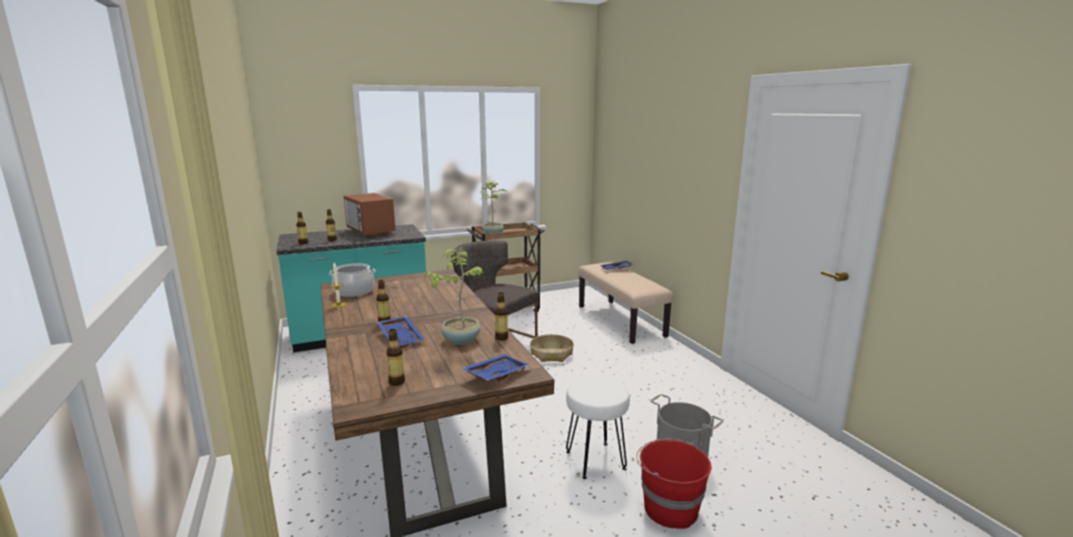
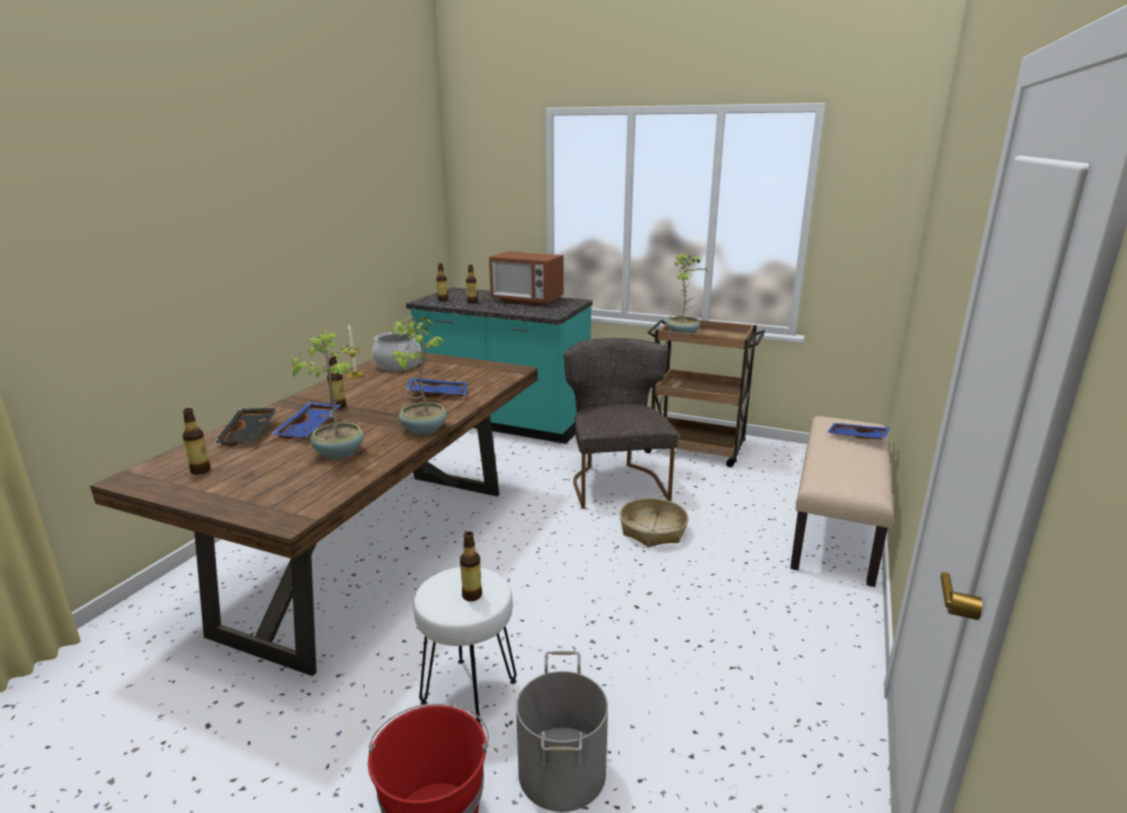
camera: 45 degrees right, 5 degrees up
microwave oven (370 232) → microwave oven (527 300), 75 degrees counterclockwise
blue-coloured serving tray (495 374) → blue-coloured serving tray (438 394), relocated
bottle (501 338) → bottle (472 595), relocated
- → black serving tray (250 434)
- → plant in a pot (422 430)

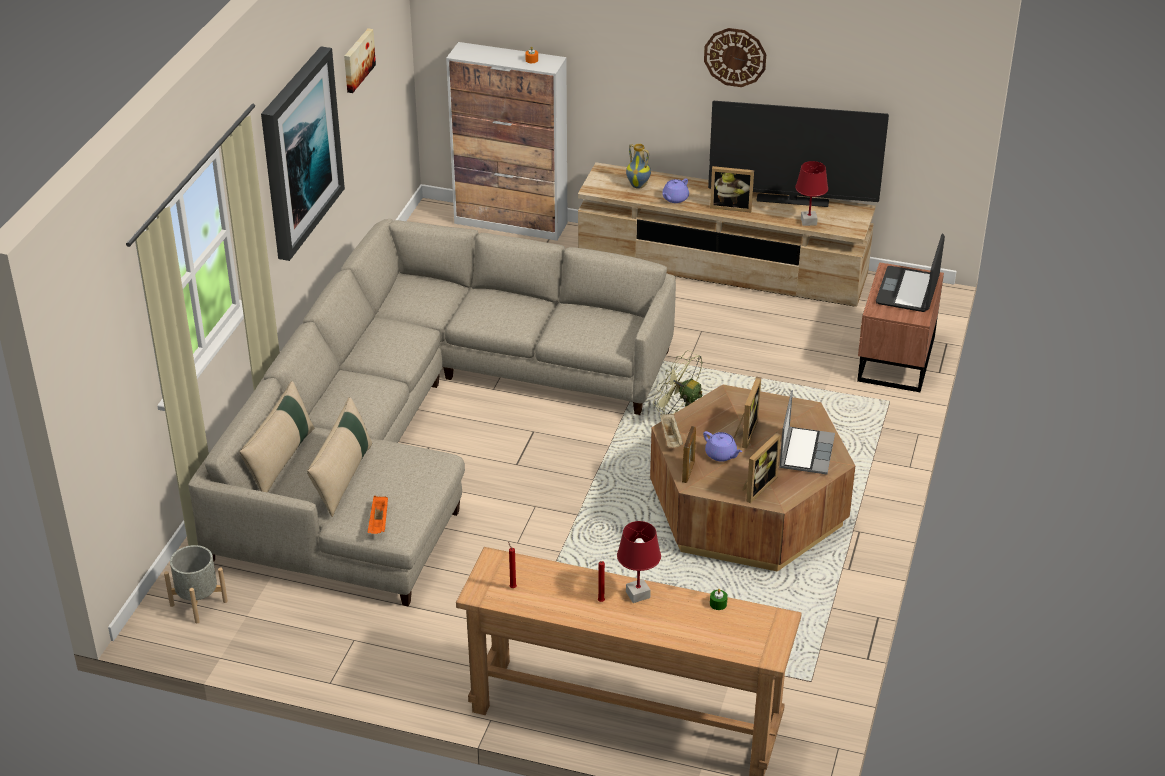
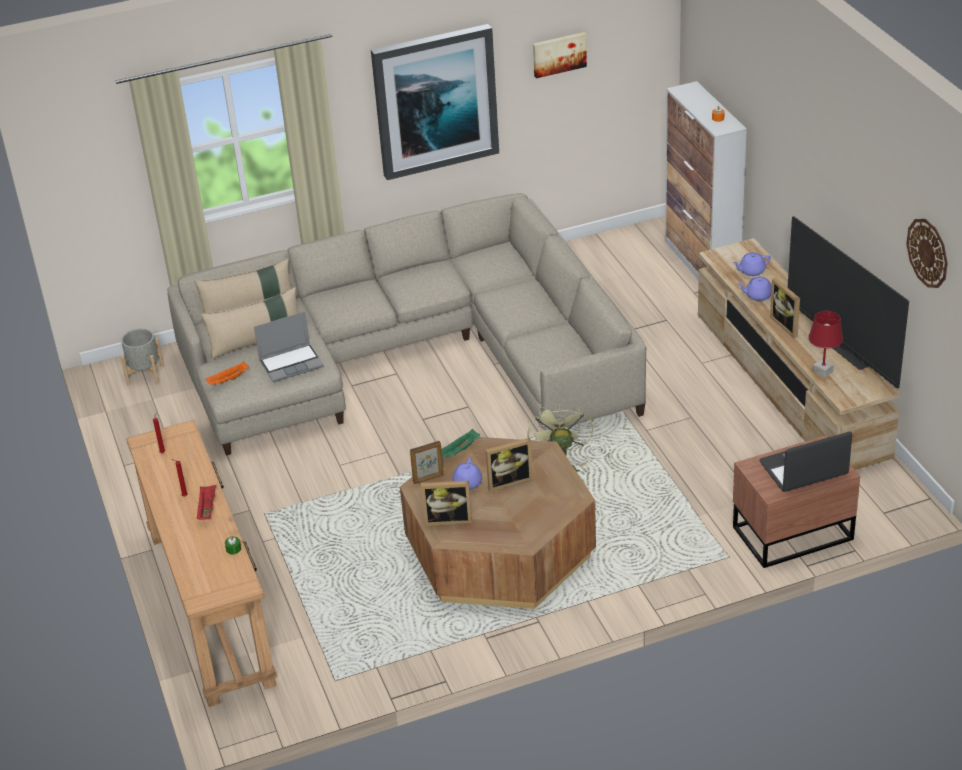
camera: 55 degrees right, 0 degrees up
red lamp for a table (637 595) → red serving tray (207 508)
decorative vase (638 185) → purple tea pot (751 271)
sand-coloured serving tray (671 438) → green-coloured serving tray (459 451)
hanging clock (735 57) → hanging clock (928 252), relocated
portable computer (805 451) → portable computer (292 363), relocated

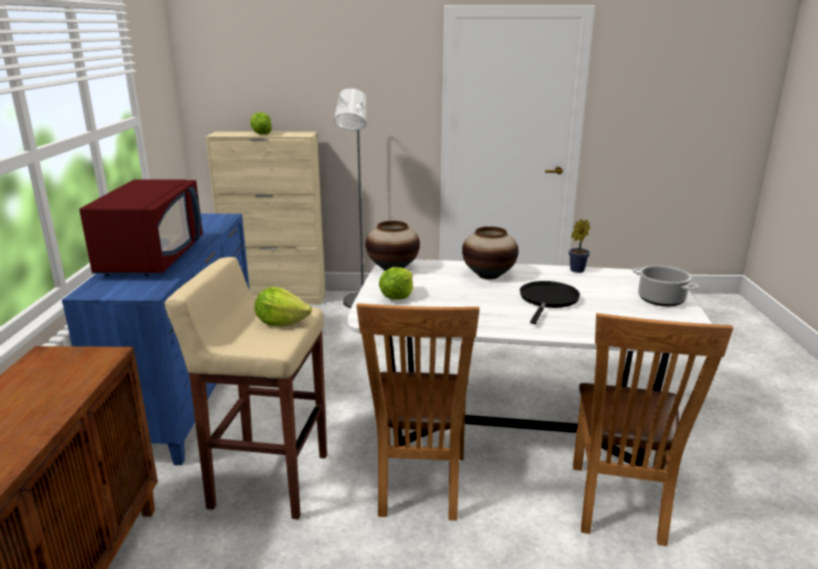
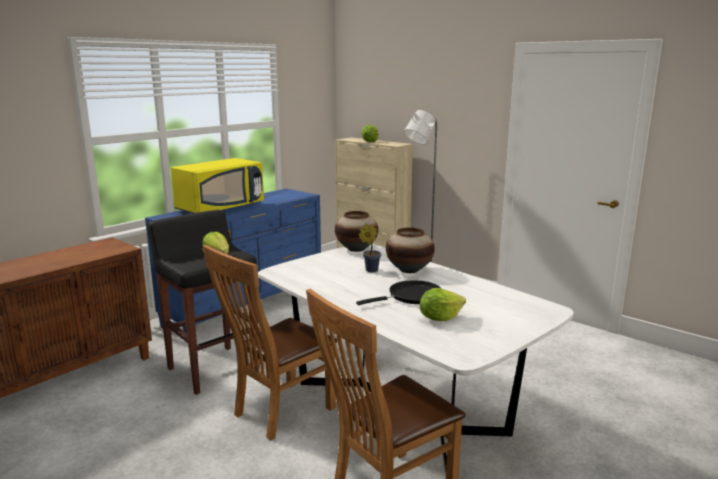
camera: 40 degrees right, 5 degrees down
red microwave oven (152 258) → yellow-coloured microwave oven (221 208)
sand-coloured stool (268 480) → black stool (213 369)
head of lettuce (397 297) → head of lettuce (440 318), relocated
plant in a pot (575 270) → plant in a pot (370 270), relocated
saucepot (661 299) → -

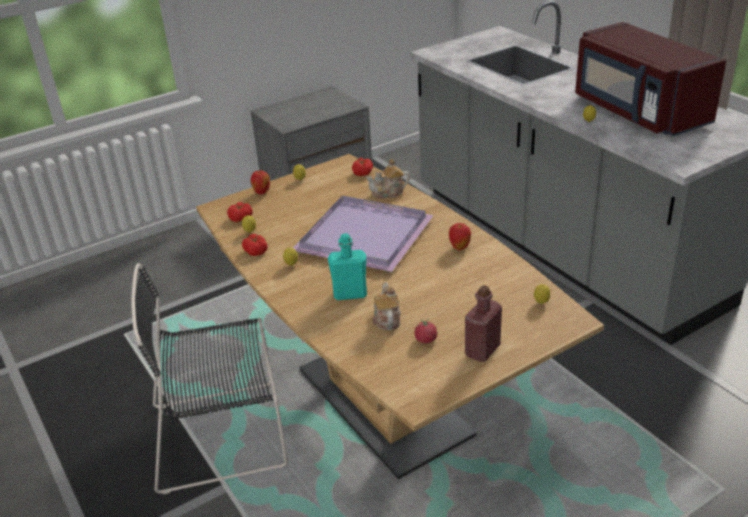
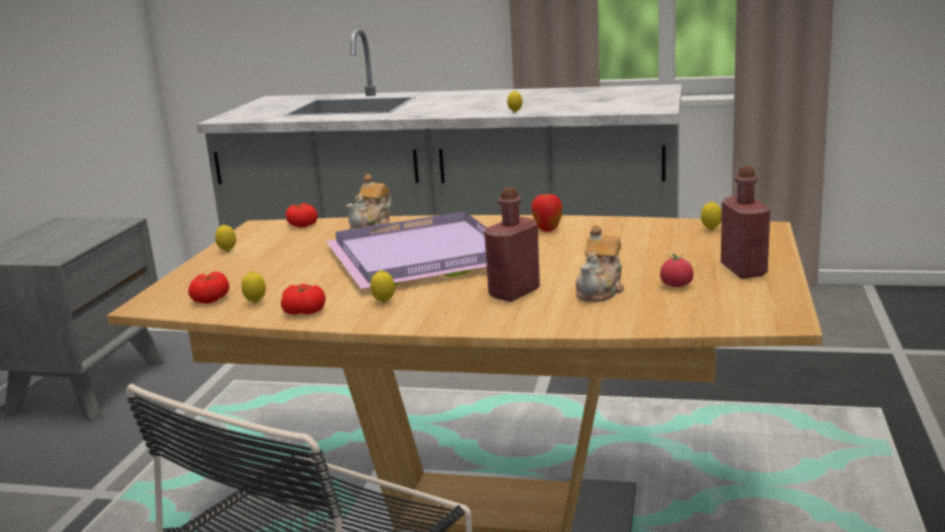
camera: 45 degrees left, 15 degrees down
apple fruit (262 192) → -
blue-green bottle (350 294) → red bottle (514 293)
tea pot (386 319) → tea pot (600 291), 105 degrees counterclockwise
red microwave oven (638 112) → -

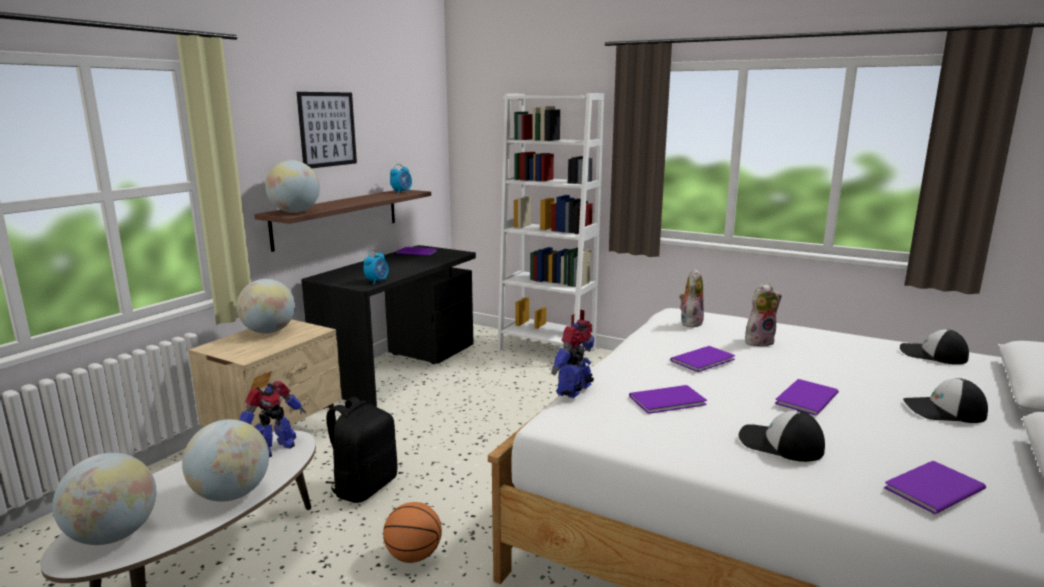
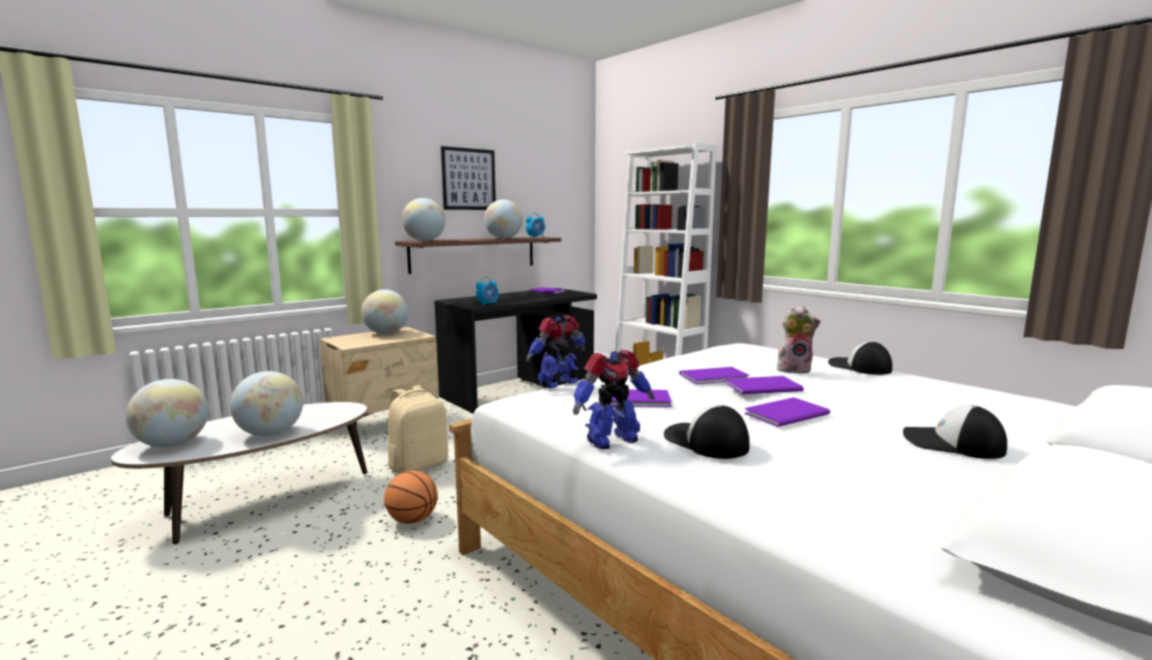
camera: 20 degrees right, 5 degrees down
toy robot (274 448) → toy robot (611 440), relocated
black knapsack (364 486) → sand-coloured knapsack (418 465)
cuddly toy (690 322) → -
purple bound book (930 488) → purple bound book (761 386), relocated
cap (932 354) → cap (859 367), relocated
- → world globe (504 238)

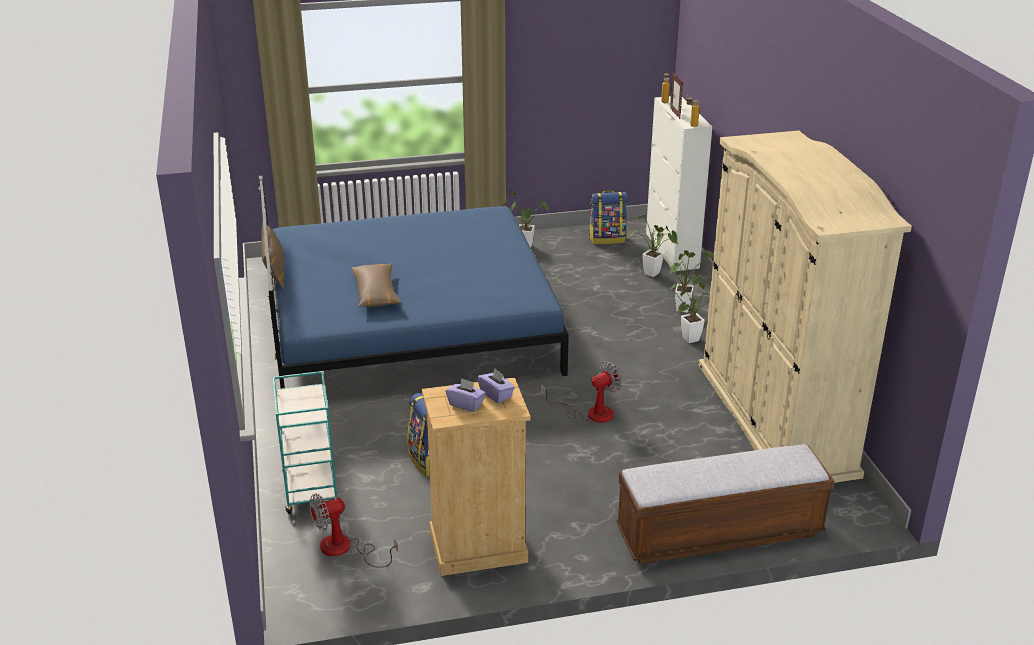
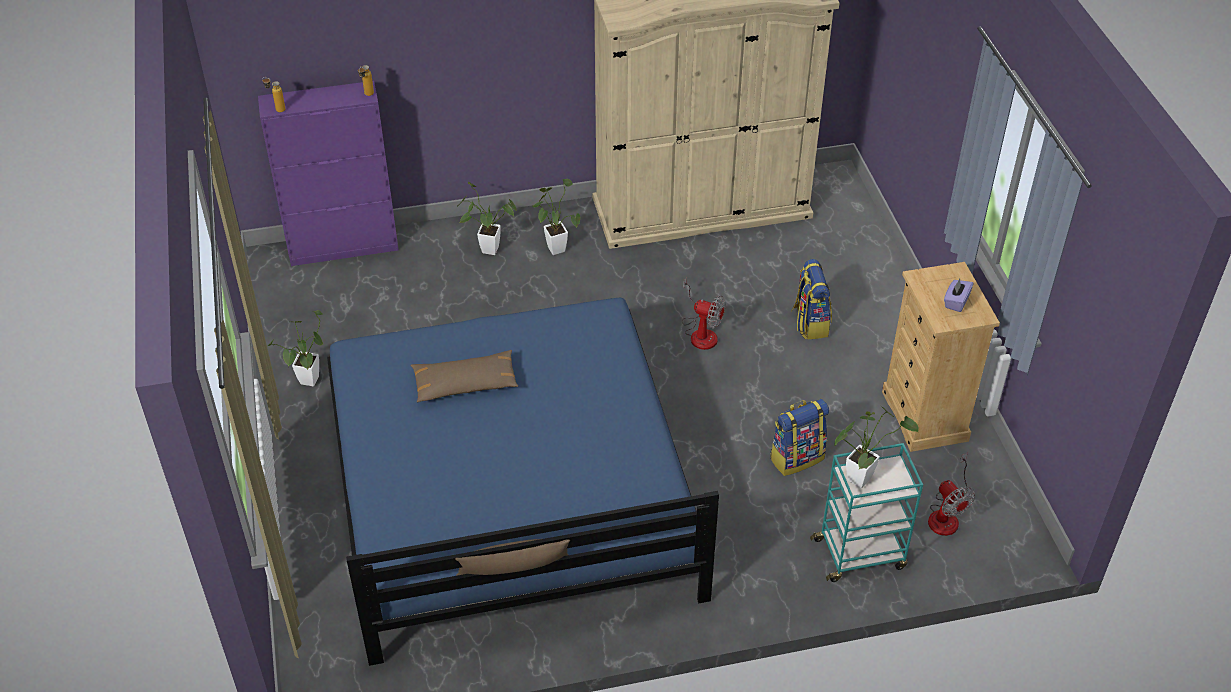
camera: 90 degrees left, 15 degrees up
brownish pillow (376 293) → brownish pillow (465 384), relocated
purple tissue holder (496 395) → -
cooling fan (590 413) → cooling fan (701 332), 150 degrees clockwise
knapsack (607 239) → knapsack (809 323), relocated
bench (719 533) → -
plant in a pot (654 275) → plant in a pot (862 476), relocated
whitish cabinet (672 250) → purple cabinet (344 247)
photo frame (675 114) → -

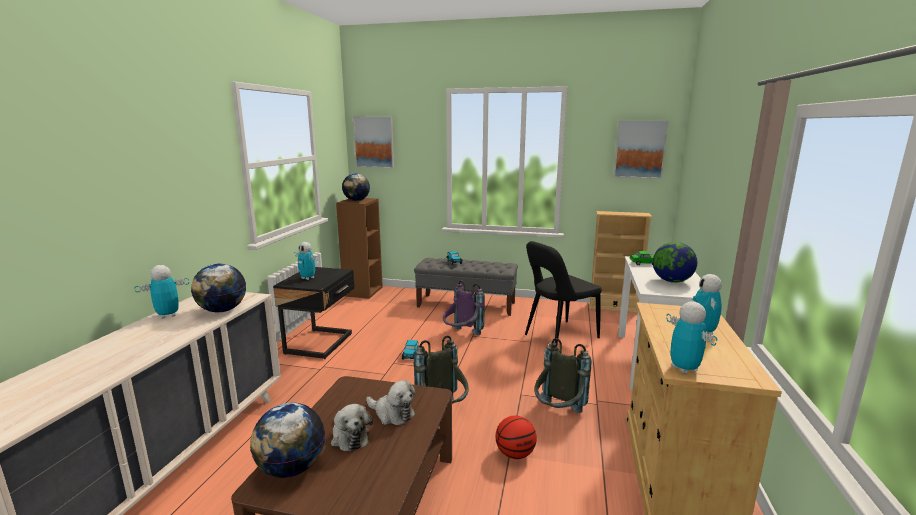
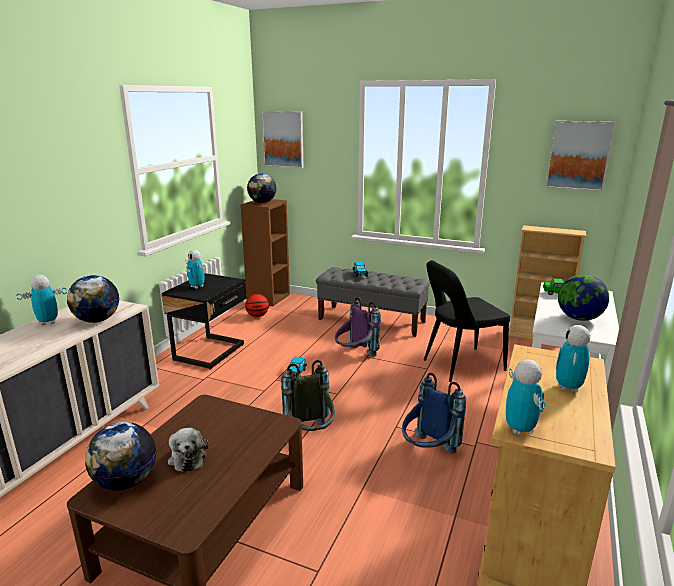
camera: 10 degrees right, 5 degrees up
cuddly toy (392 414) → -
ball for basketball (515 454) → ball for basketball (257 316), relocated
greyish knapsack (558 414) → blue-coloured knapsack (428 452)

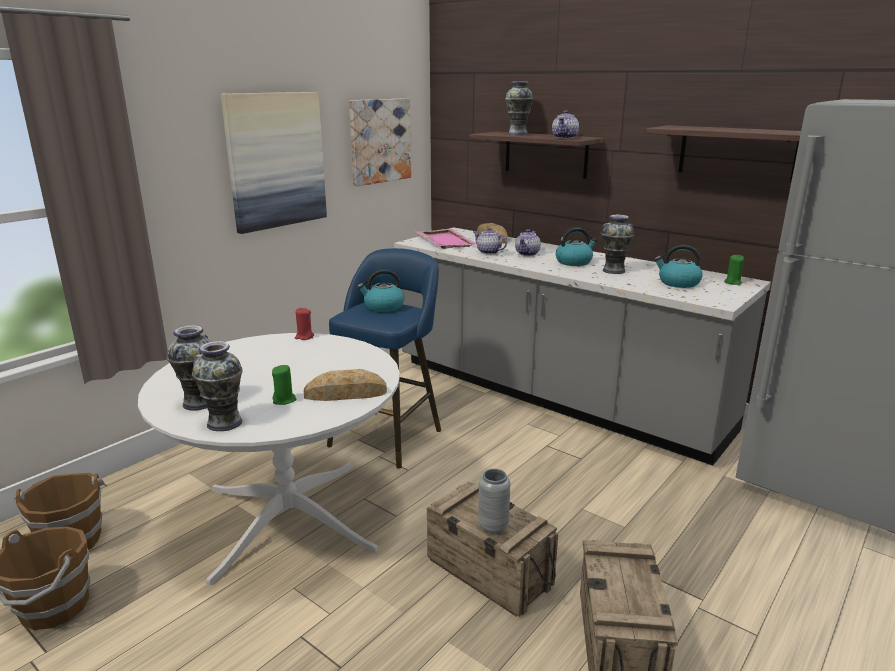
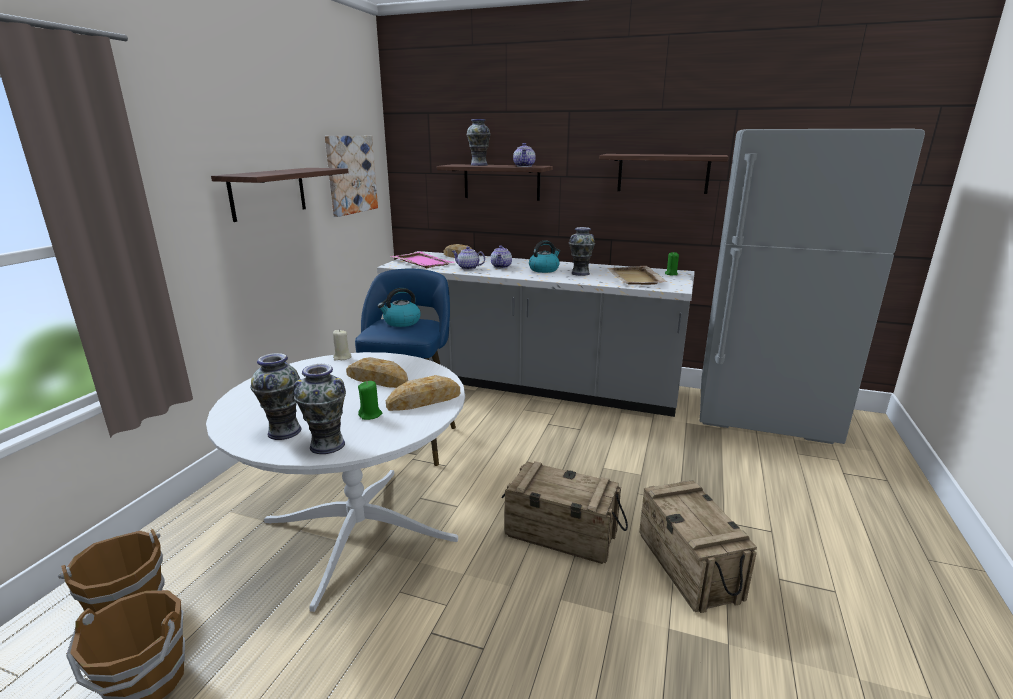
camera: 20 degrees left, 0 degrees up
wall art (276 160) → wall shelf (268 193)
red wax candle (304 337) → sand-coloured wax candle (342 357)
greyish decorative vase (493 526) → -
water kettle (678 283) → sand-coloured serving tray (635 278)
- → bakery bread (377 379)

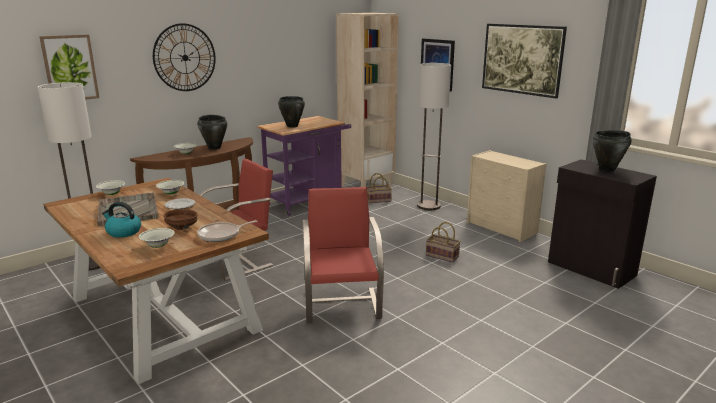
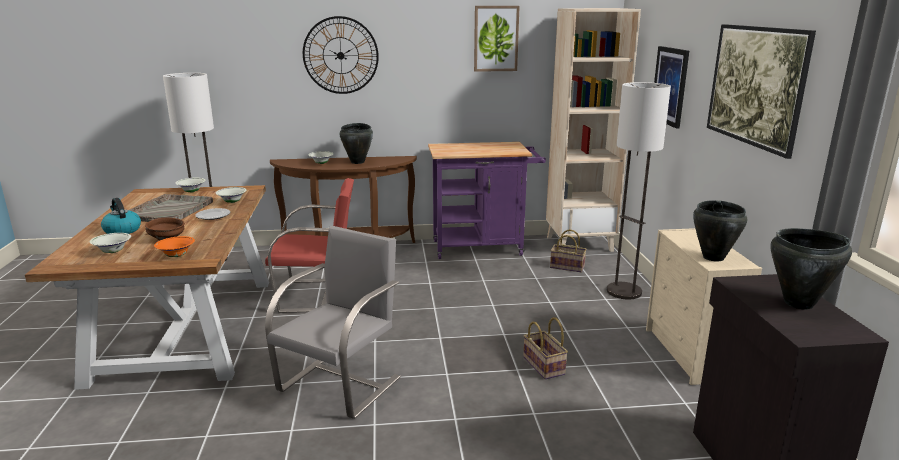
camera: 35 degrees right, 0 degrees up
wall art (70 68) → wall art (496 38), relocated
pan (221 235) → orange bowl (176 256)
black saucepot (292 126) → black saucepot (713 257), relocated
red plain chair (342 304) → greyish plain chair (341 383)

